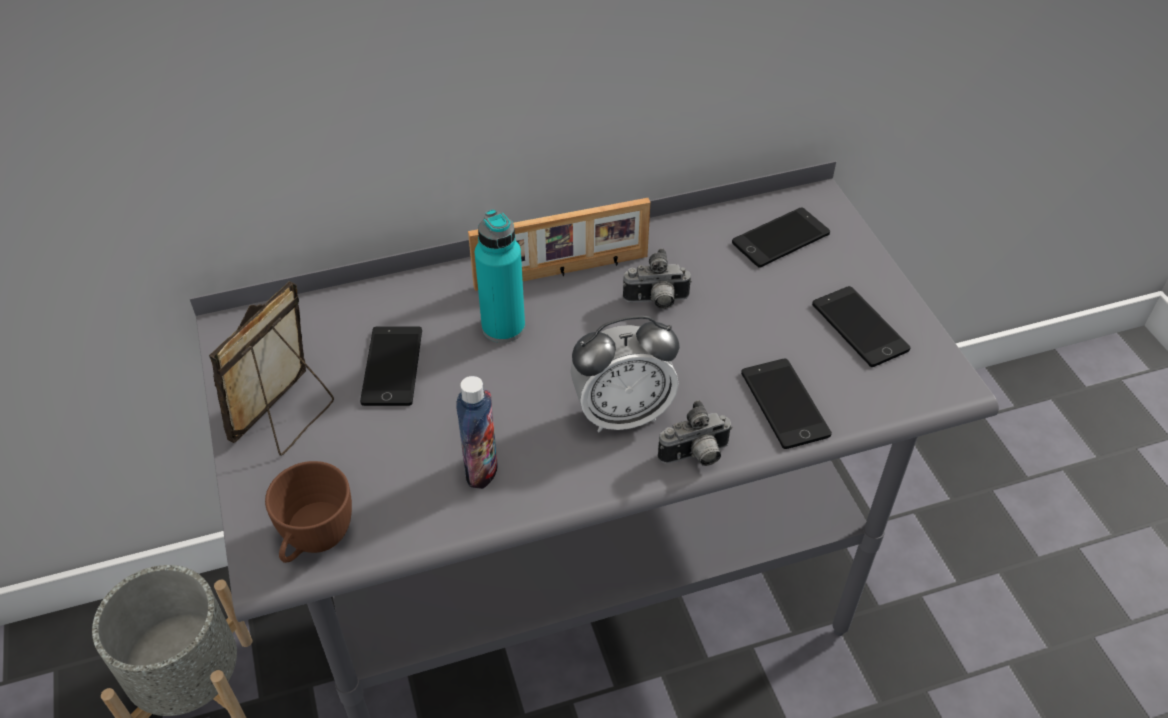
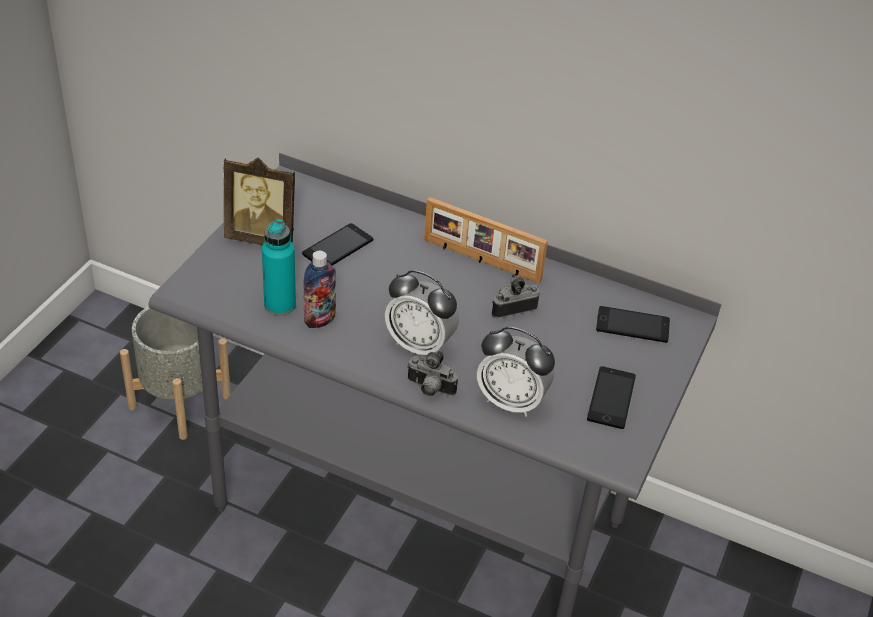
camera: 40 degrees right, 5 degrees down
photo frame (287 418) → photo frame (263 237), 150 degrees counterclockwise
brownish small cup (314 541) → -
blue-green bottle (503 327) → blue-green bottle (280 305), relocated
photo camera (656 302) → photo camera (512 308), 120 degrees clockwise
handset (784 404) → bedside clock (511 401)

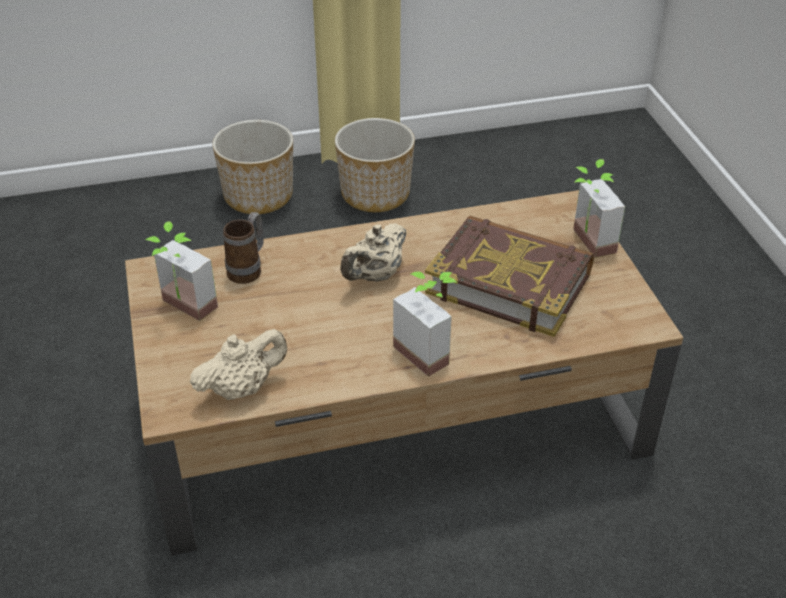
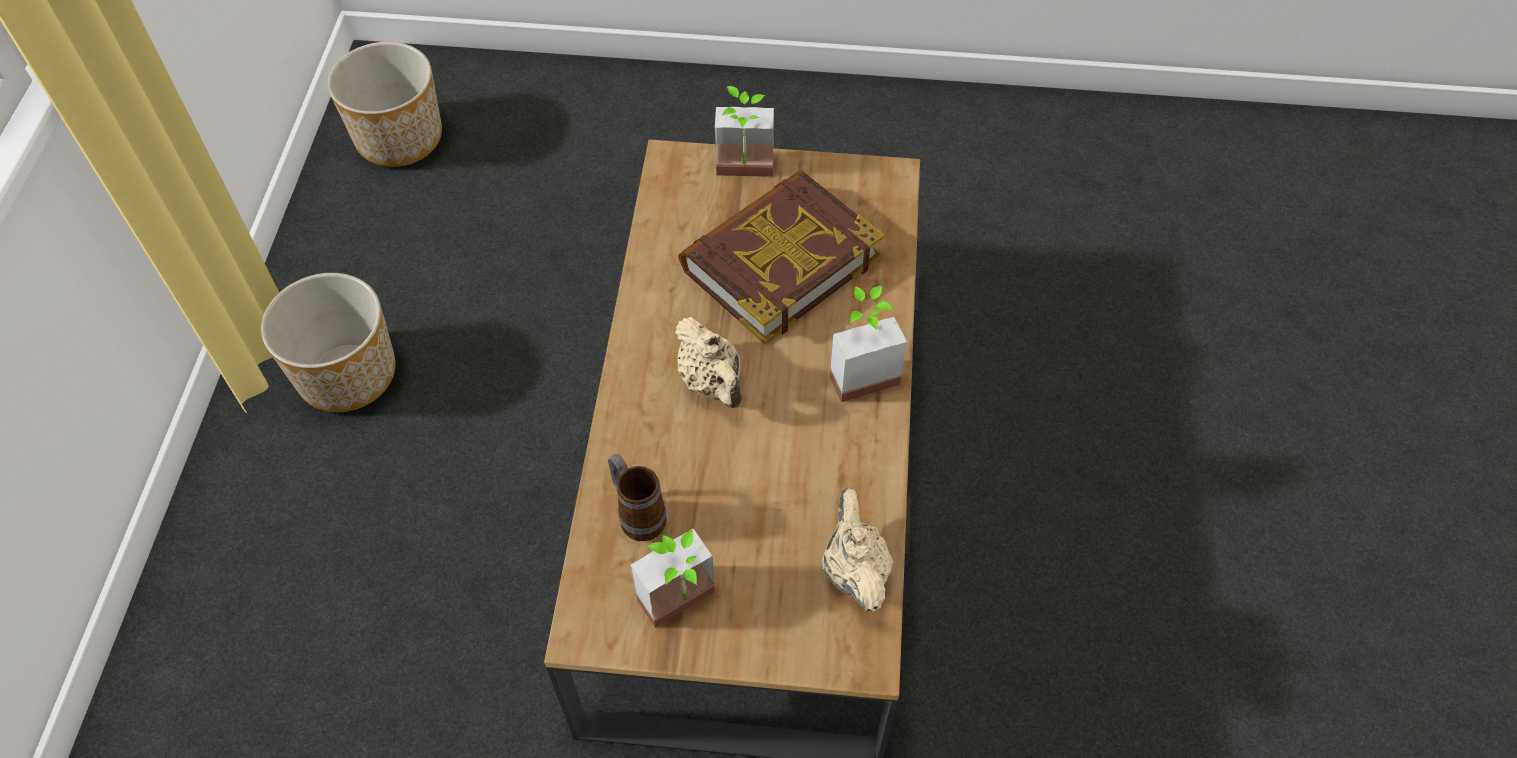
camera: 70 degrees left, 15 degrees up
planter (259 196) → planter (399 137), relocated

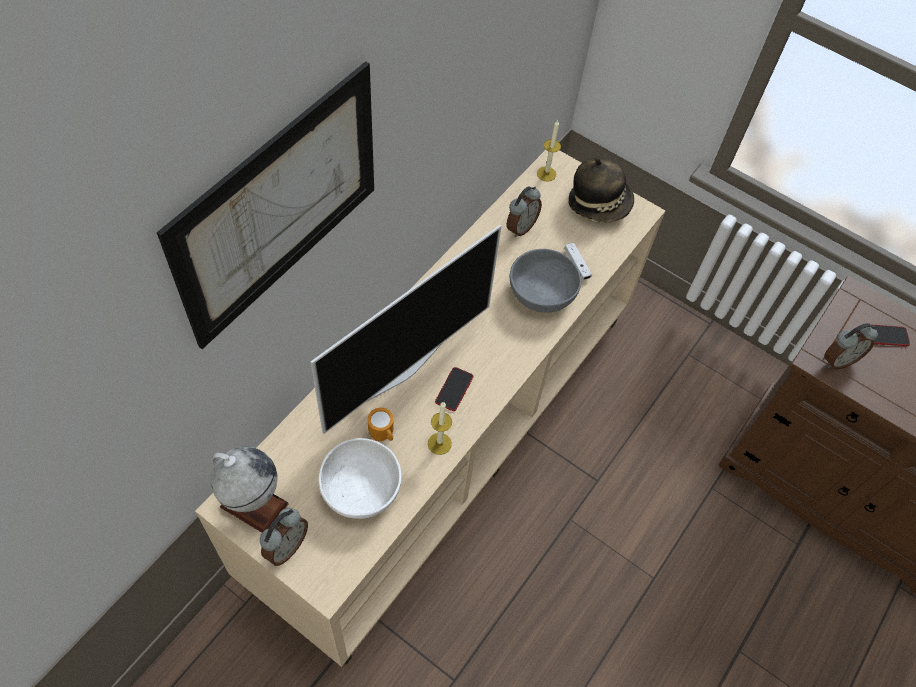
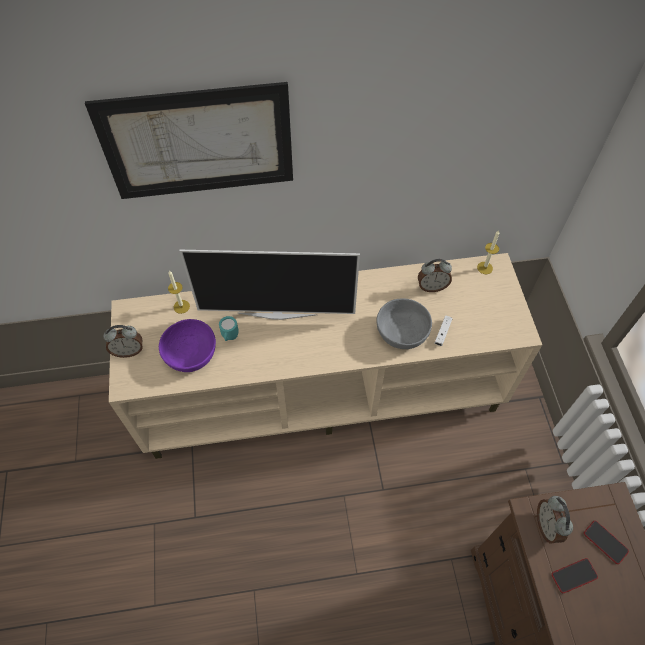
camera: 50 degrees right, 0 degrees up
world globe (254 505) → -
whitish bowl (361 489) → purple bowl (190 354)
orange mug (383 436) → blue-green mug (230 337)
wax candle (439 443) → wax candle (181 306), relocated
handset (454 389) → handset (574 575), relocated
wearable hat (599 203) → -
bedside clock (838 360) → bedside clock (547 526), 60 degrees clockwise

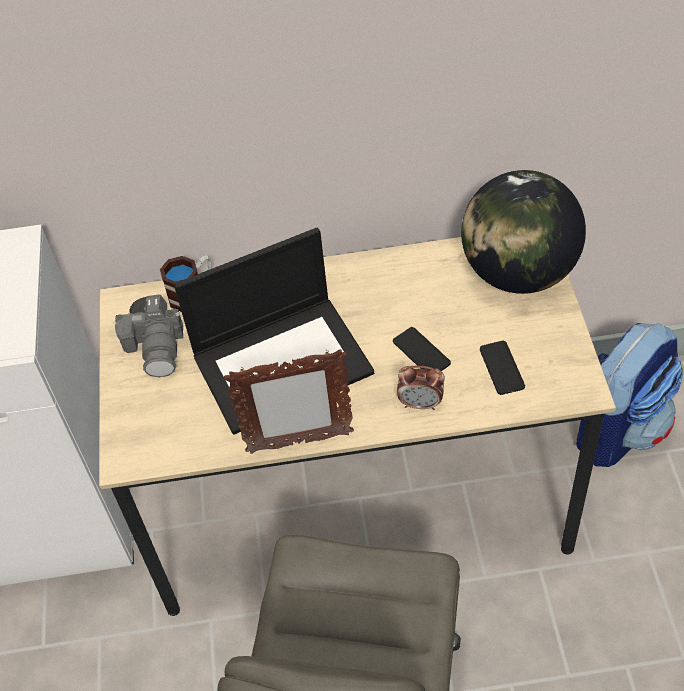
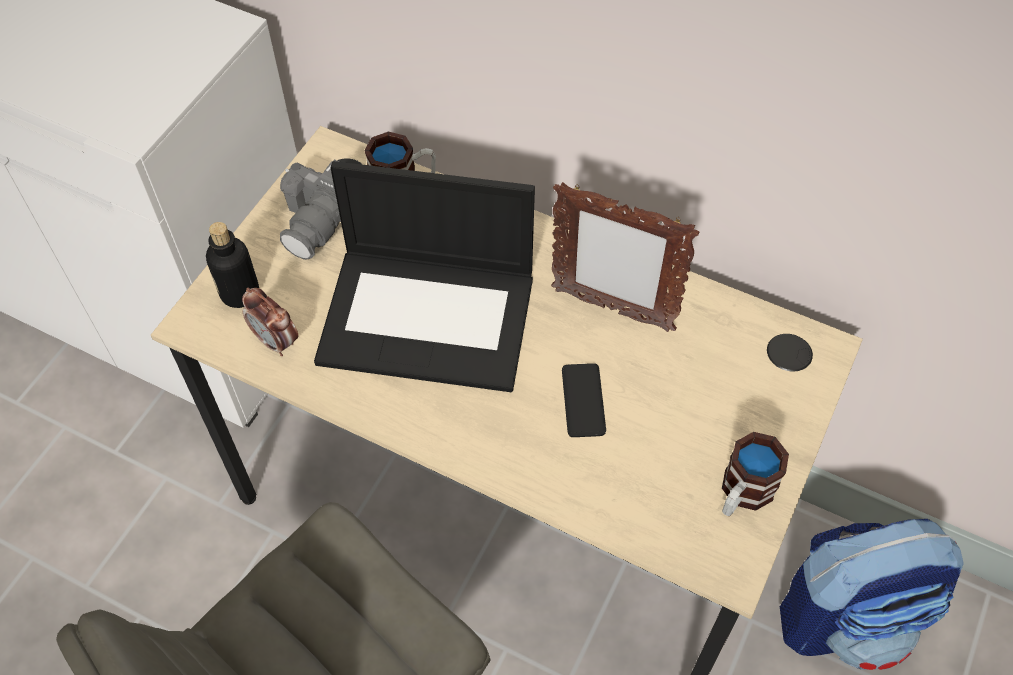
camera: 30 degrees right, 5 degrees up
photo frame (299 442) → photo frame (611 309), relocated
bedside clock (421 403) → bedside clock (276 341), relocated
world globe (519 272) → -
handset (501 368) → -
- → bottle (240 293)
- → mug (742 494)

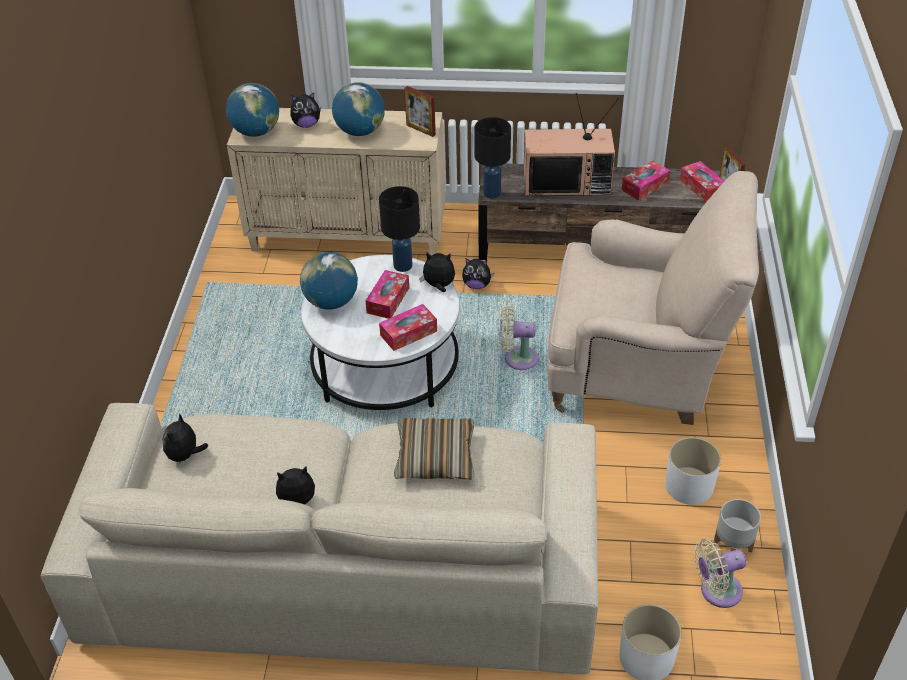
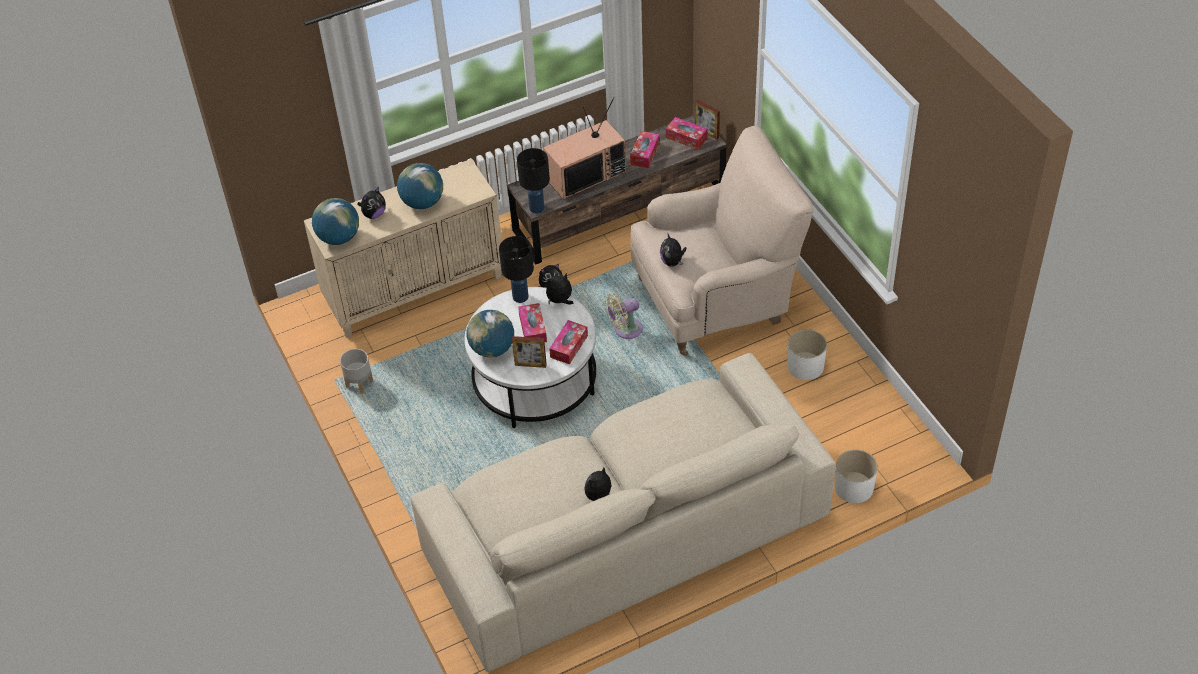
camera: 30 degrees left, 5 degrees up
cuddly toy (185 455) → cuddly toy (672 262), relocated
pillow (435 457) → -
photo frame (421 130) → photo frame (530 365), relocated
sand-coloured cooling fan (716 591) → -
greyish planter (732 546) → greyish planter (359 383), relocated

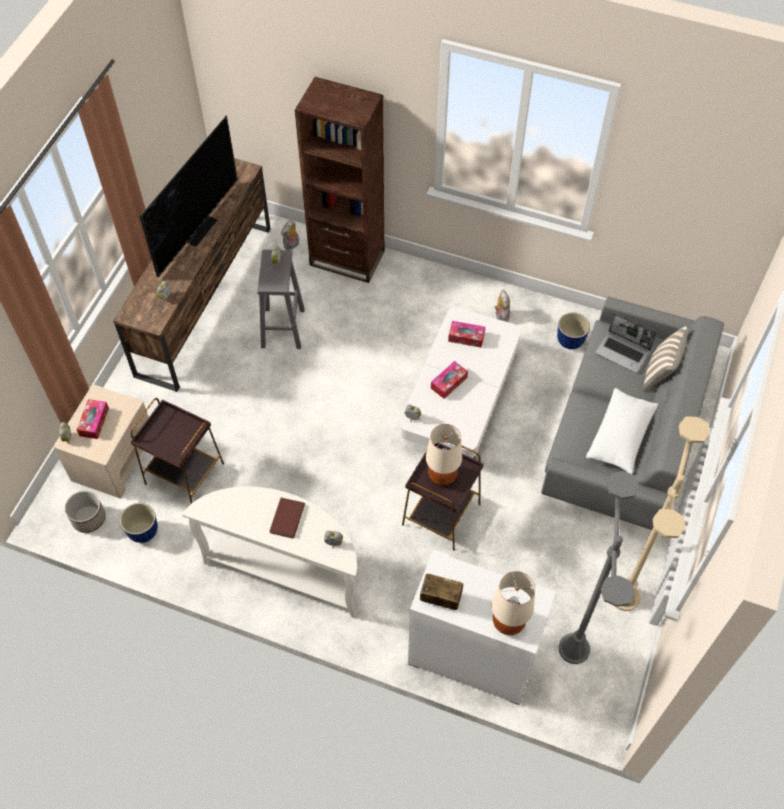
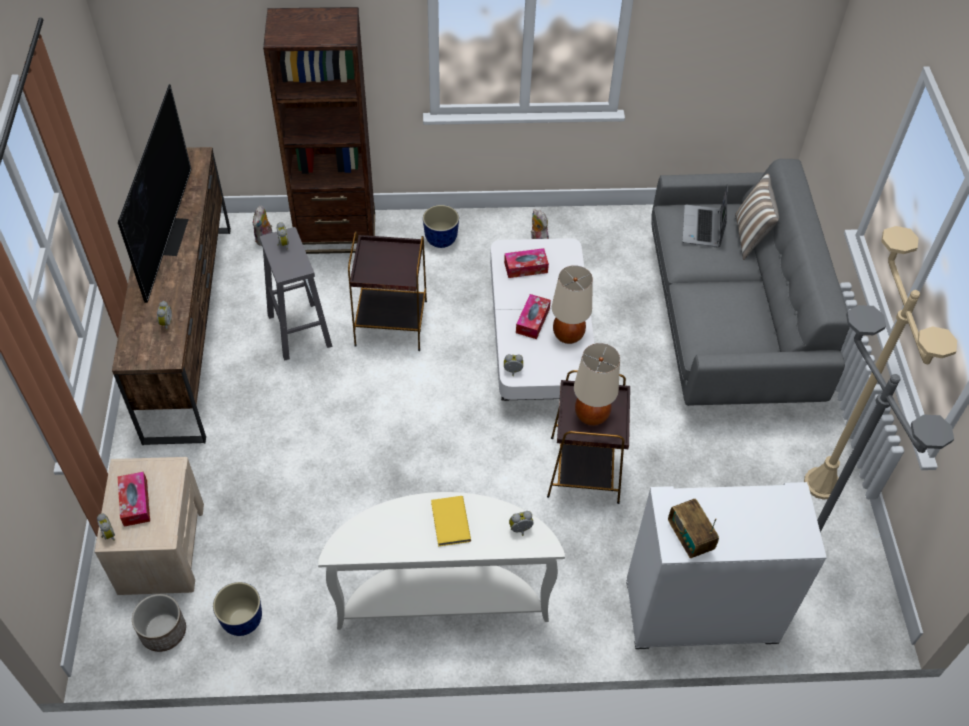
camera: 25 degrees left, 5 degrees down
brownish side table (185 474) → brownish side table (392 323), relocated
brownish bound book (286 519) → yellow-coloured bound book (449 522)
radio receiver (440 598) → radio receiver (689 537), 105 degrees counterclockwise
sand-coloured lamp for a table (508 623) → sand-coloured lamp for a table (568 335), relocated
planter (570 340) → planter (440 239), relocated
whitish pillow (620 437) → -
portable computer (623 352) → portable computer (702 228), 90 degrees clockwise

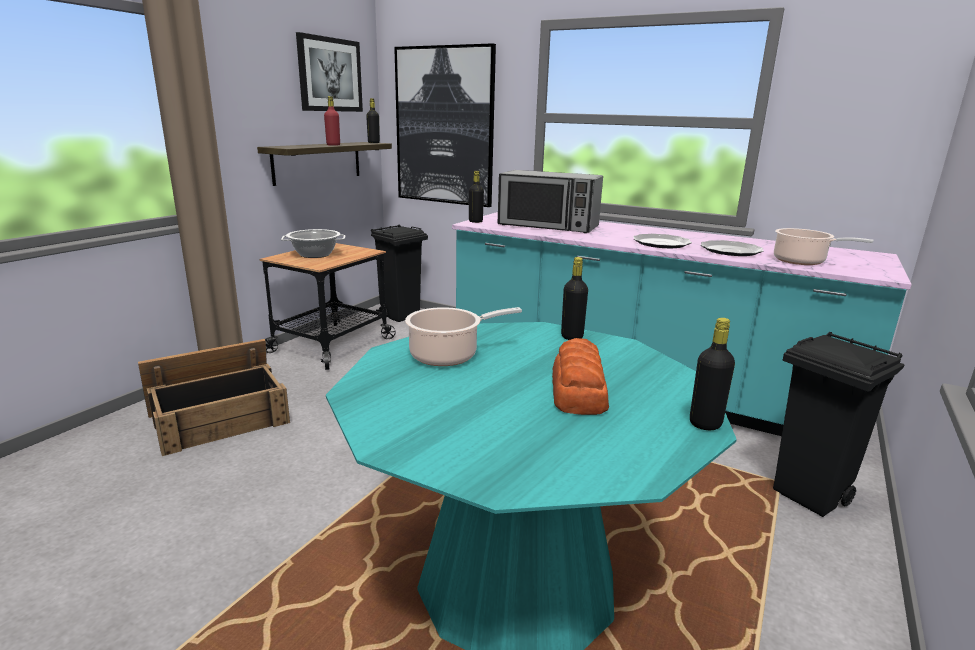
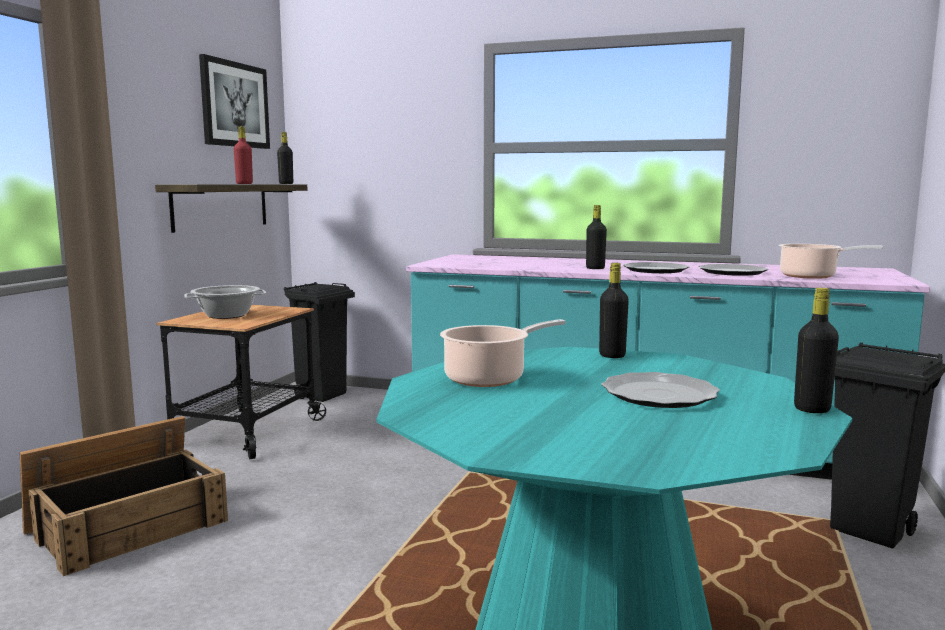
camera: 10 degrees left, 10 degrees down
wall art (444 127) → -
black bottle (475 221) → black bottle (595 268), relocated
microwave oven (548 226) → -
bakery bread (577 390) → dinner plate (658 395)

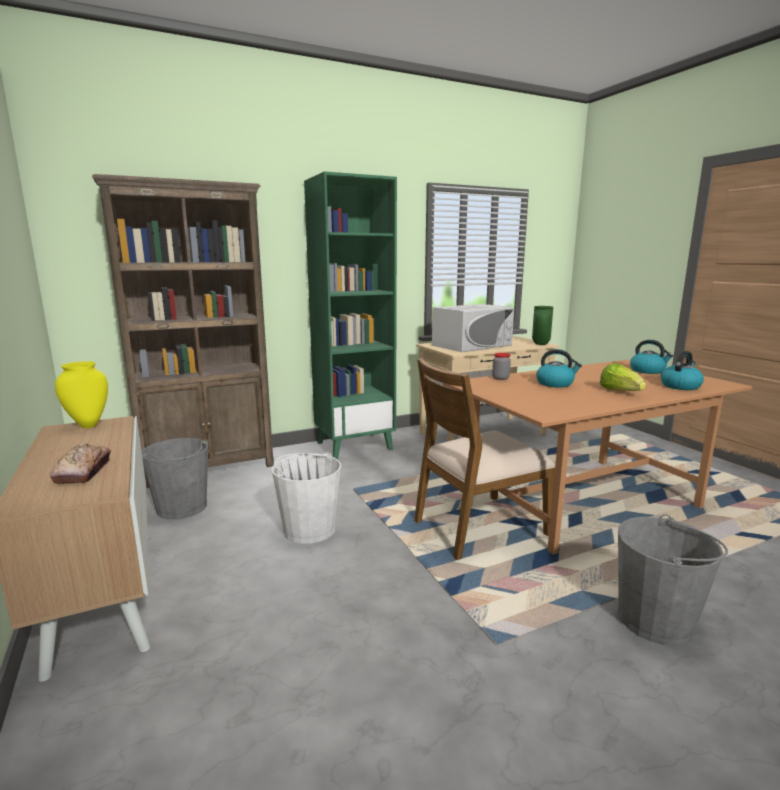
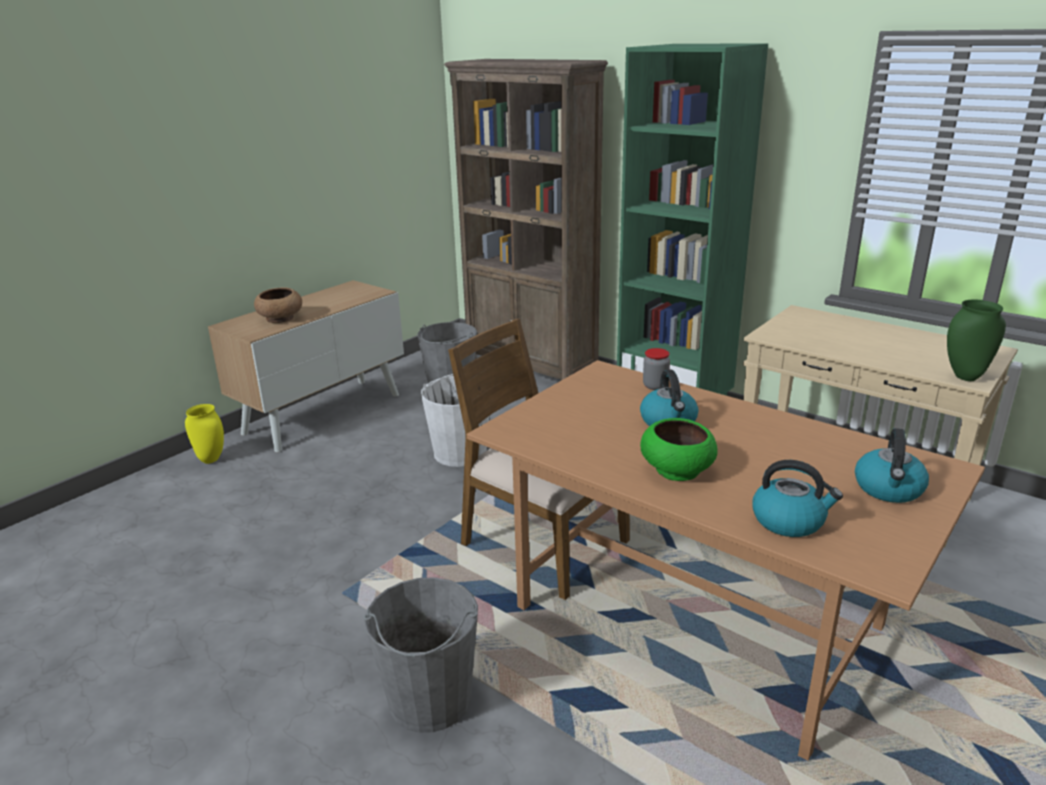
camera: 65 degrees right, 10 degrees up
bakery bread (84 471) → brownish bowl (280 319)
yellow-coloured decorative vase (88 425) → yellow-coloured decorative vase (212 459), relocated
whitish microwave oven (472 345) → -
head of lettuce (619 391) → green-coloured bowl (677 469)

